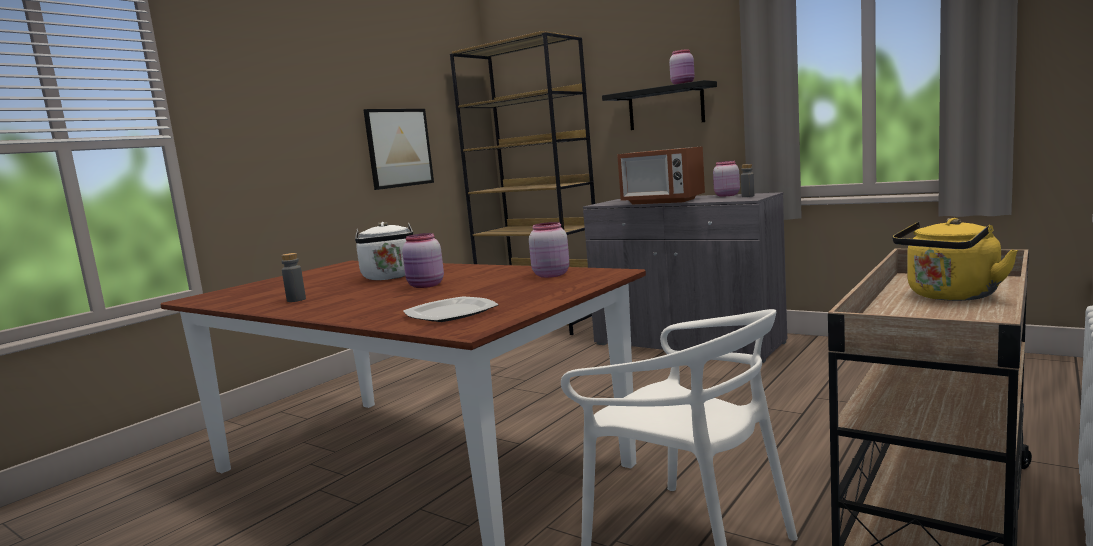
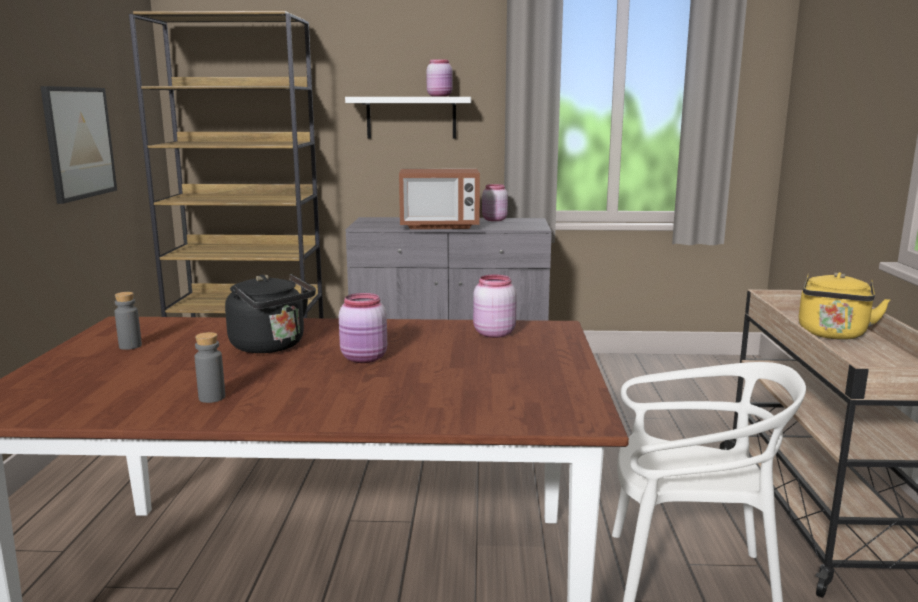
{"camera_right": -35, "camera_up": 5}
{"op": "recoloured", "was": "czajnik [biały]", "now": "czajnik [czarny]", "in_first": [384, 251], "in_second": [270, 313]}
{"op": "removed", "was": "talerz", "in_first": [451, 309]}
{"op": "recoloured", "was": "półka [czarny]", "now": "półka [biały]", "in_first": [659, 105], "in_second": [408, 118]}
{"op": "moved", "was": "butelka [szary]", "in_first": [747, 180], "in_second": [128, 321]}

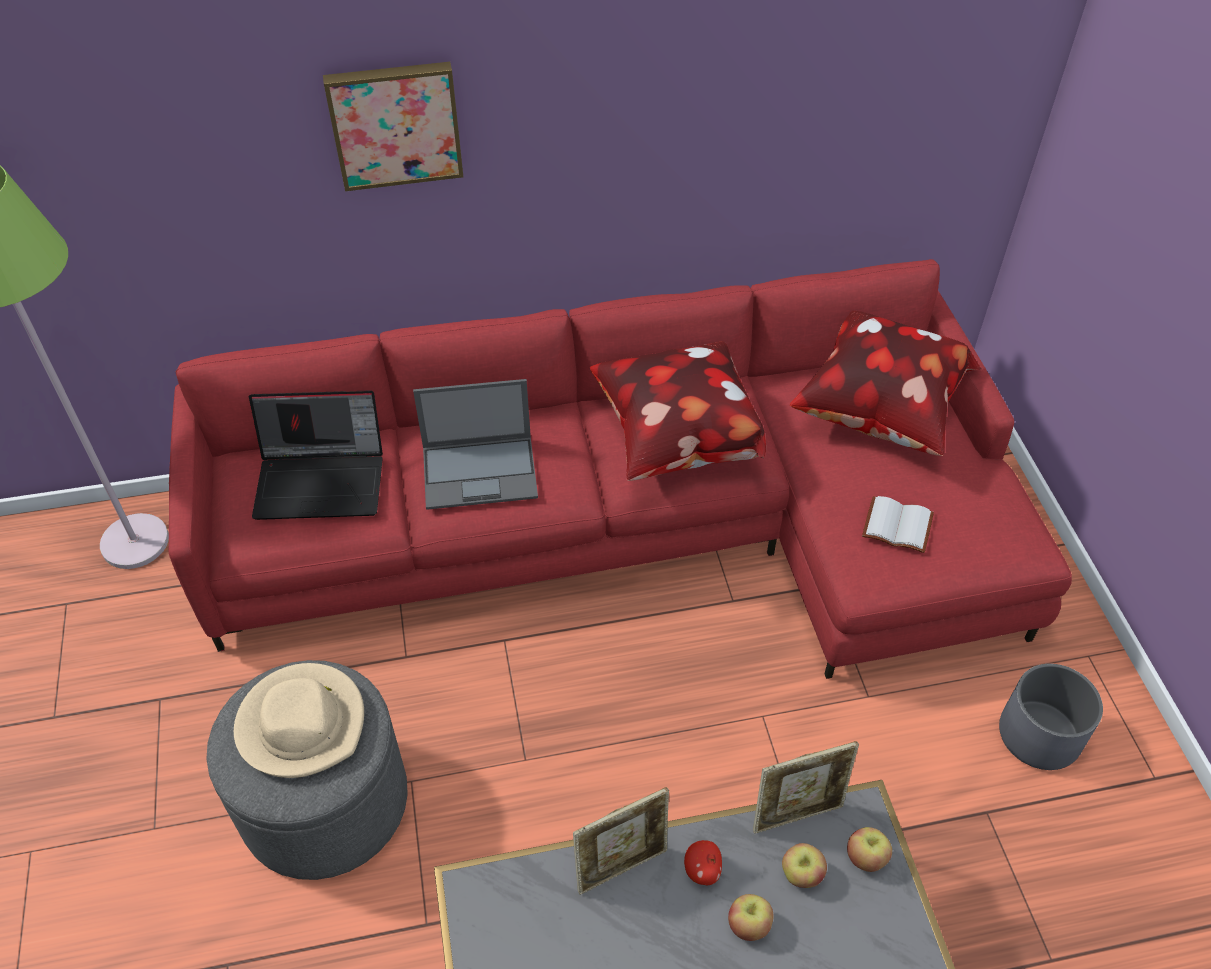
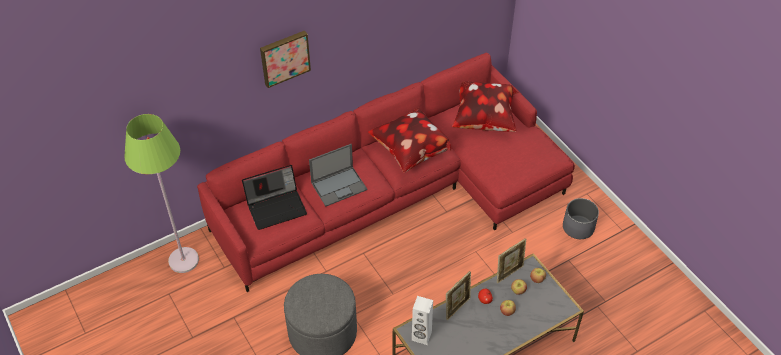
{"camera_right": -20, "camera_up": 0}
{"op": "removed", "was": "kapelusz [beżowy]", "in_first": [299, 720]}
{"op": "removed", "was": "książka [biały]", "in_first": [898, 524]}
{"op": "added", "now": "głośnik [biały]", "in_second": [422, 320]}

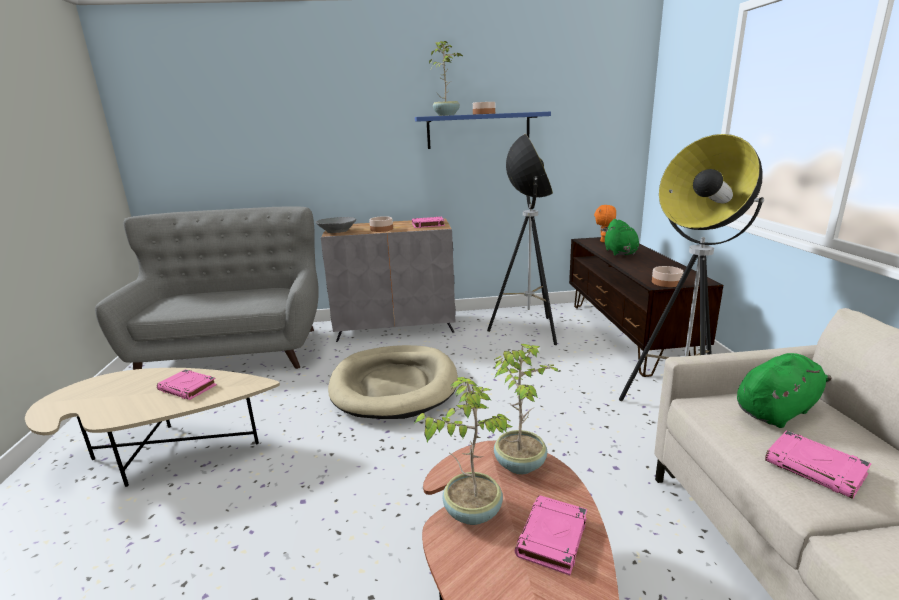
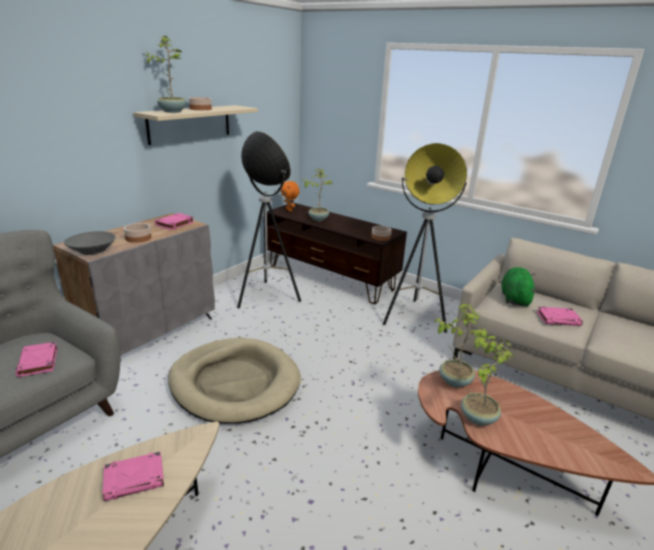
{"camera_right": -50, "camera_up": 5}
{"op": "recoloured", "was": "półka [niebieski]", "now": "półka [beżowy]", "in_first": [483, 130], "in_second": [195, 125]}
{"op": "moved", "was": "książka [różowy]", "in_first": [551, 535], "in_second": [37, 359]}
{"op": "replaced", "was": "pluszak [zielony]", "now": "roślina doniczkowa", "in_first": [621, 237], "in_second": [317, 195]}

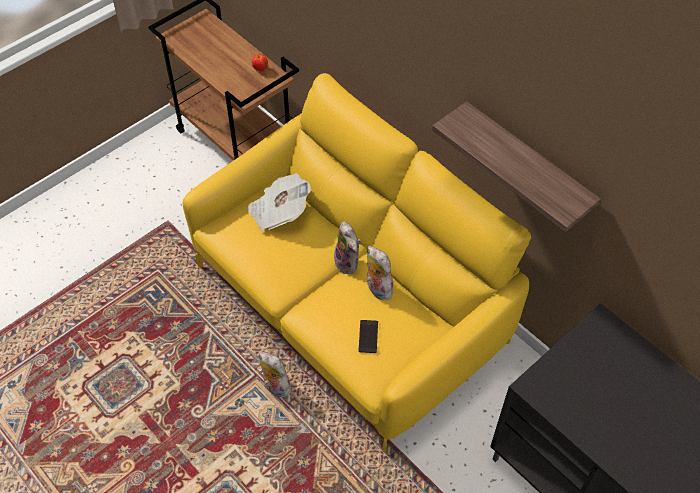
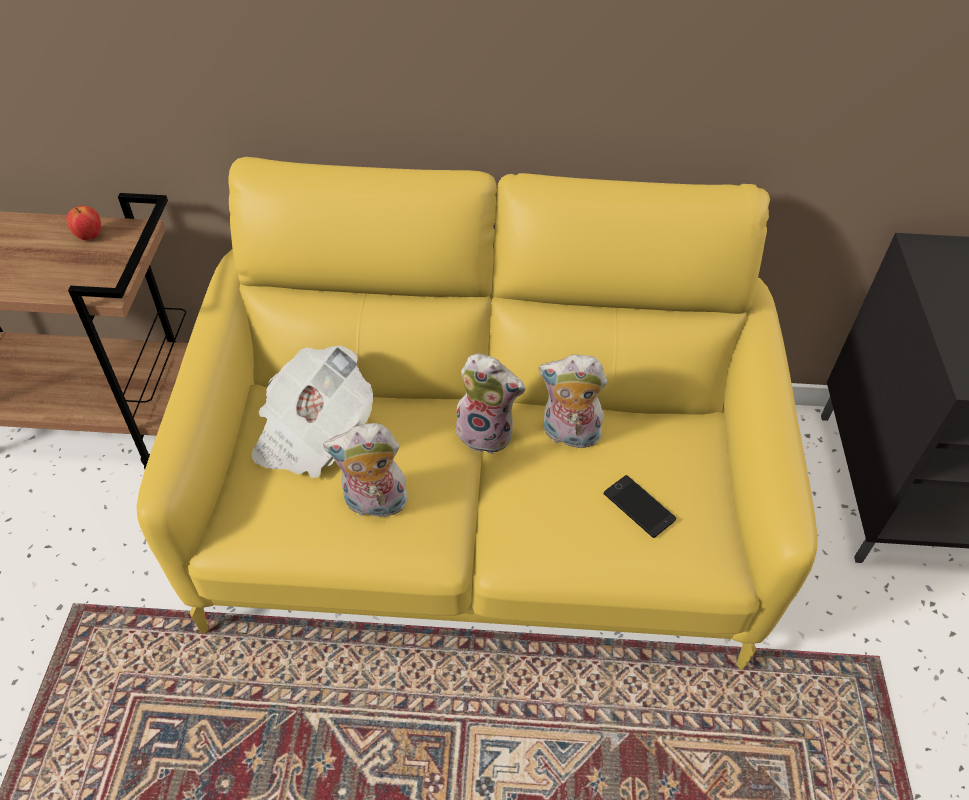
{"camera_right": -45, "camera_up": -5}
{"op": "moved", "was": "pluszak", "in_first": [275, 374], "in_second": [367, 470]}
{"op": "removed", "was": "półka", "in_first": [516, 166]}

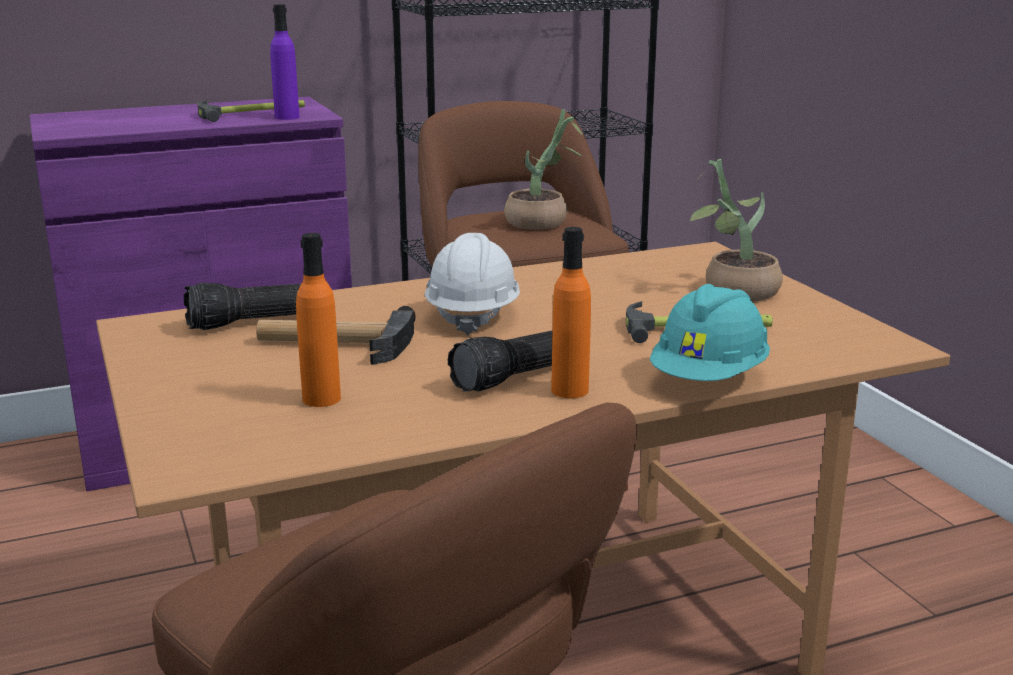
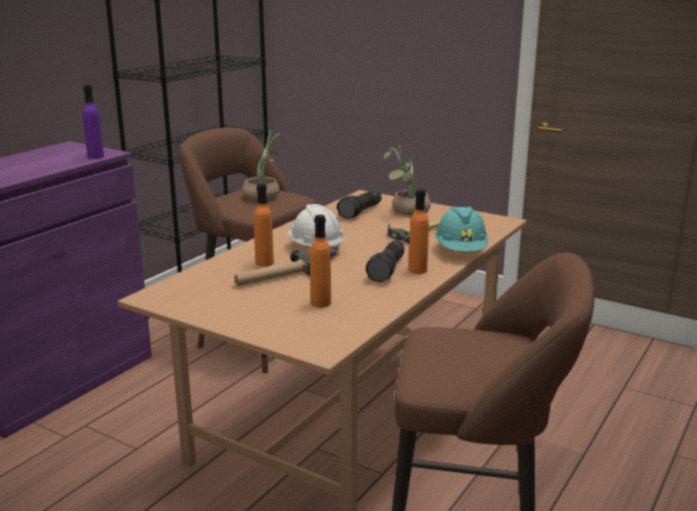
{"camera_right": -35, "camera_up": 0}
{"op": "moved", "was": "latarka", "in_first": [242, 306], "in_second": [359, 204]}
{"op": "removed", "was": "młotek", "in_first": [251, 111]}
{"op": "added", "now": "butelka [pomarańczowy]", "in_second": [264, 225]}

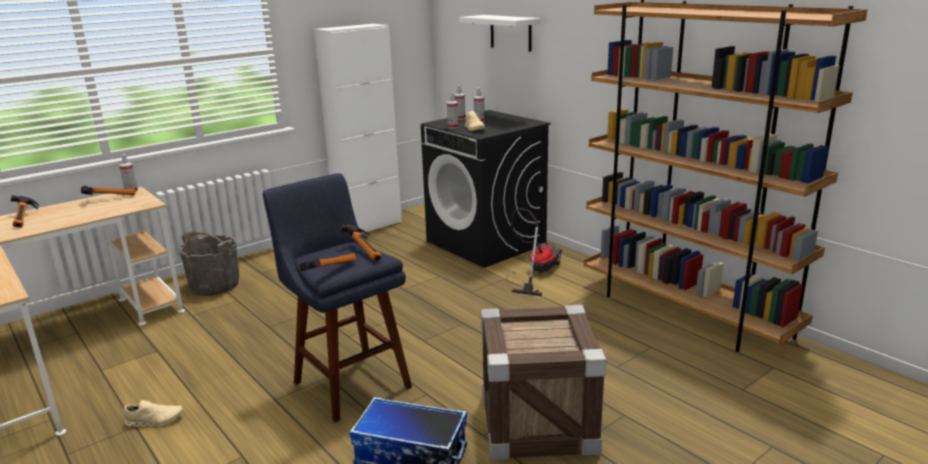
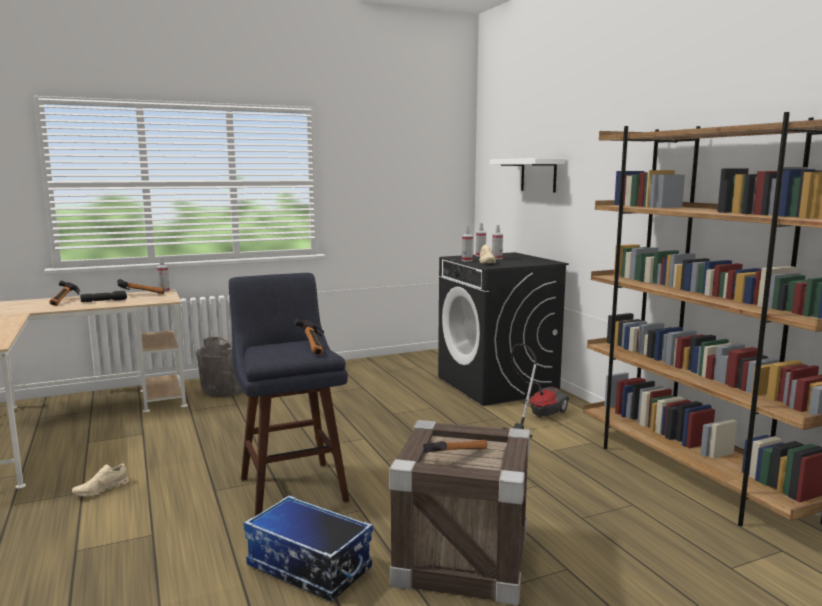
{"camera_right": 15, "camera_up": -10}
{"op": "turned", "was": "but [beżowy]", "in_first": [153, 413], "in_second": [100, 480], "clockwise": 120}
{"op": "moved", "was": "młotek", "in_first": [327, 262], "in_second": [455, 446]}
{"op": "removed", "was": "szafka [biały]", "in_first": [358, 128]}
{"op": "added", "now": "latarka [czarny]", "in_second": [103, 296]}

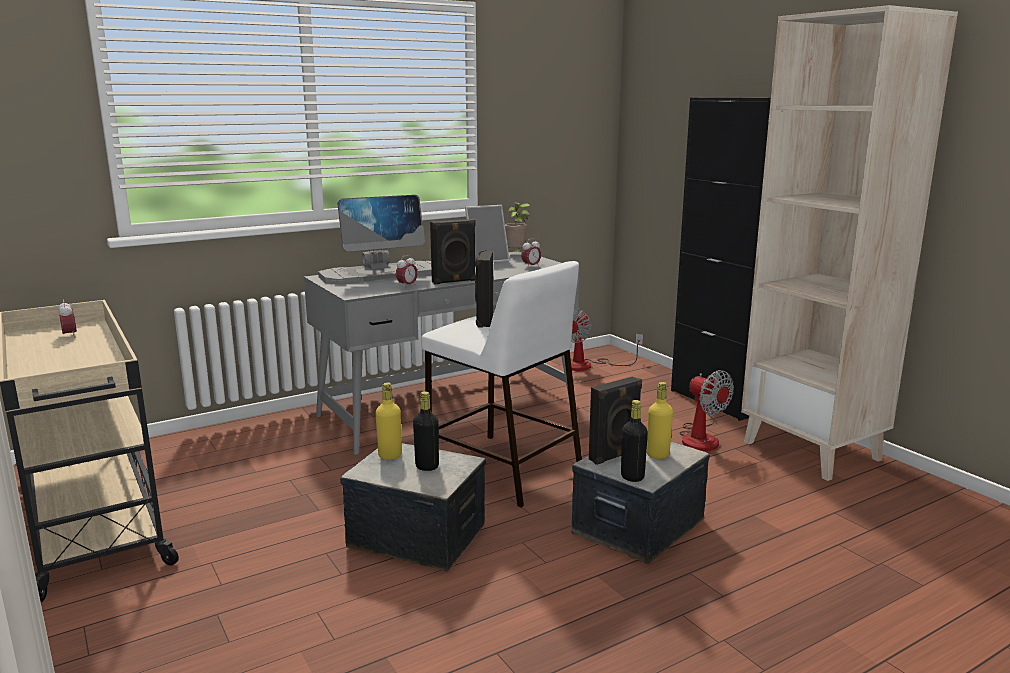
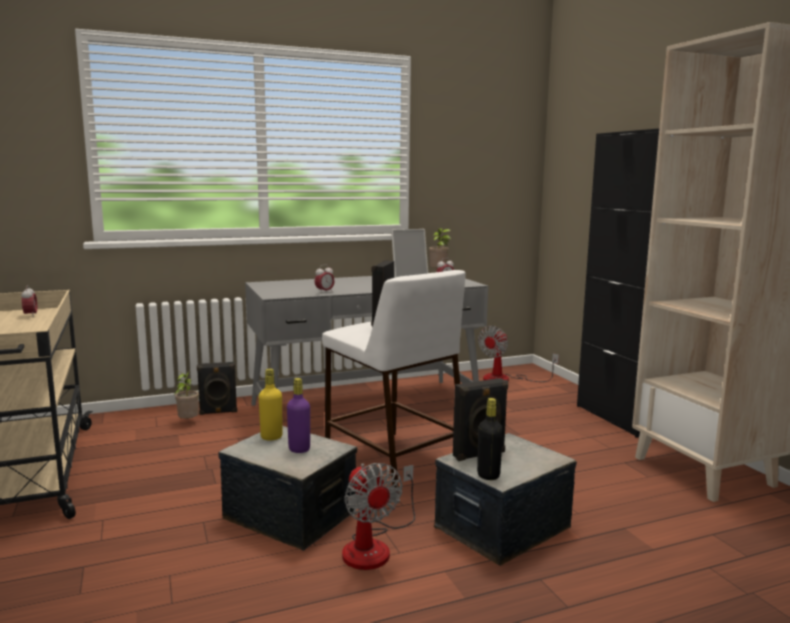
{"camera_right": 10, "camera_up": -5}
{"op": "removed", "was": "monitor", "in_first": [375, 240]}
{"op": "recoloured", "was": "butelka [czarny]", "now": "butelka [fioletowy]", "in_first": [426, 431], "in_second": [298, 415]}
{"op": "moved", "was": "głośnik [czarny]", "in_first": [453, 251], "in_second": [217, 388]}
{"op": "removed", "was": "butelka [żółty]", "in_first": [660, 420]}
{"op": "moved", "was": "wentylator", "in_first": [706, 410], "in_second": [378, 516]}
{"op": "added", "now": "roślina doniczkowa", "in_second": [186, 394]}

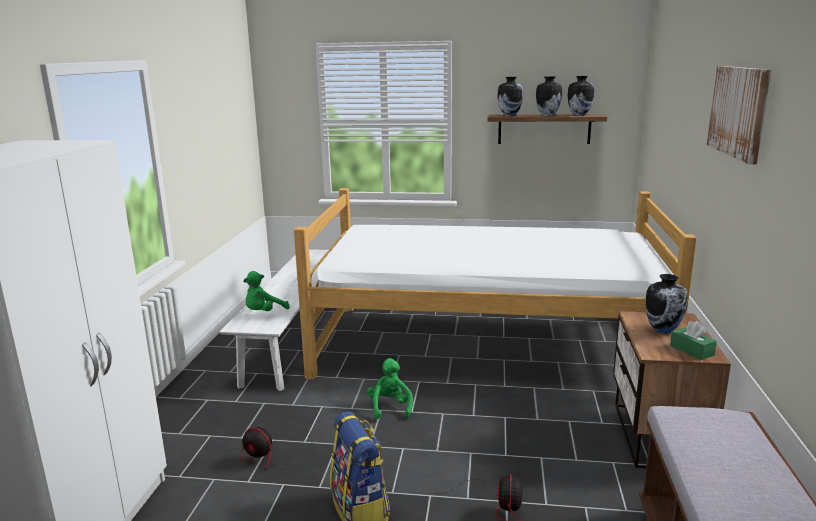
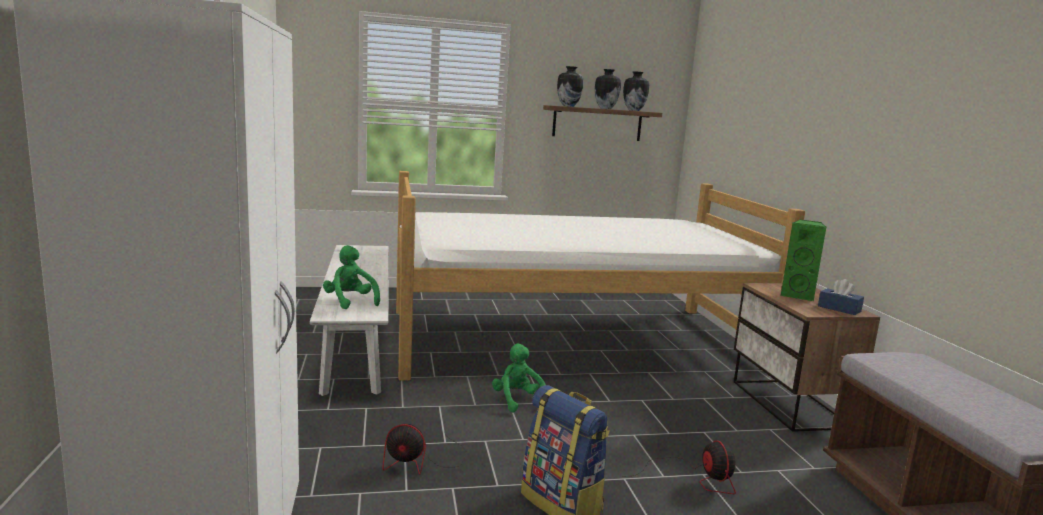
{"camera_right": -20, "camera_up": -5}
{"op": "turned", "was": "pluszak [zielony]", "in_first": [266, 291], "in_second": [351, 277], "clockwise": 120}
{"op": "replaced", "was": "wazon", "now": "głośnik [zielony]", "in_first": [666, 304], "in_second": [803, 260]}
{"op": "recoloured", "was": "pudełko chusteczek [zielony]", "now": "pudełko chusteczek [niebieski]", "in_first": [693, 340], "in_second": [841, 297]}
{"op": "removed", "was": "obraz", "in_first": [739, 115]}

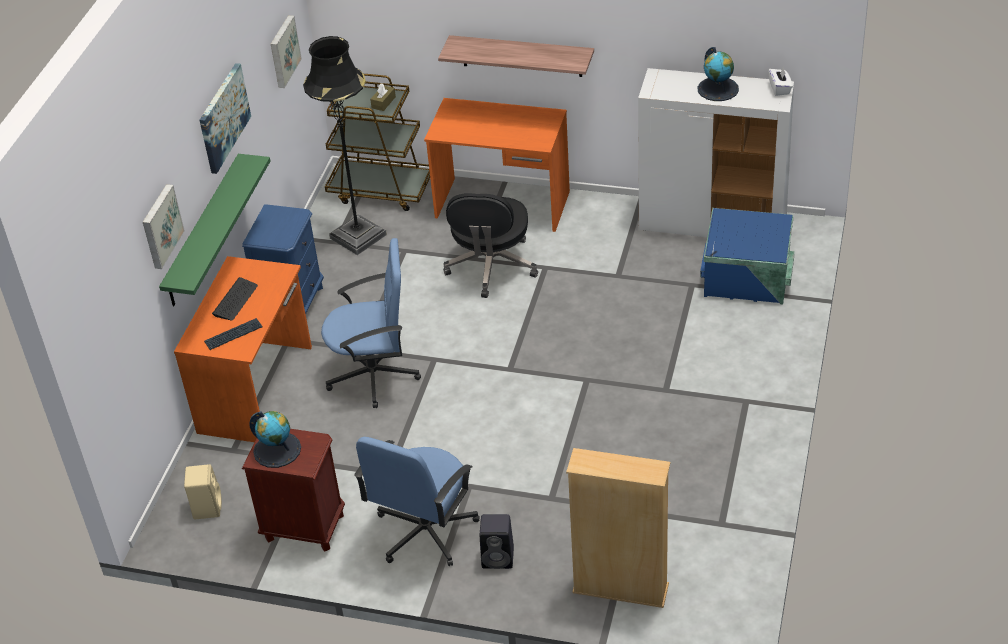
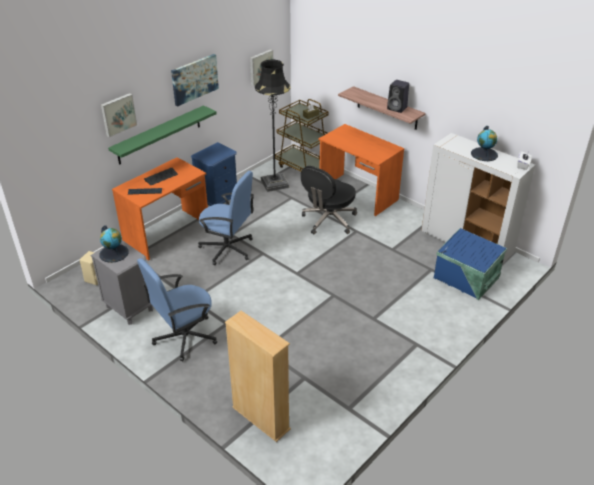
{"camera_right": 25, "camera_up": -5}
{"op": "recoloured", "was": "szafka nocna [brązowy]", "now": "szafka nocna [szary]", "in_first": [293, 490], "in_second": [122, 282]}
{"op": "moved", "was": "głośnik [czarny]", "in_first": [497, 541], "in_second": [398, 96]}

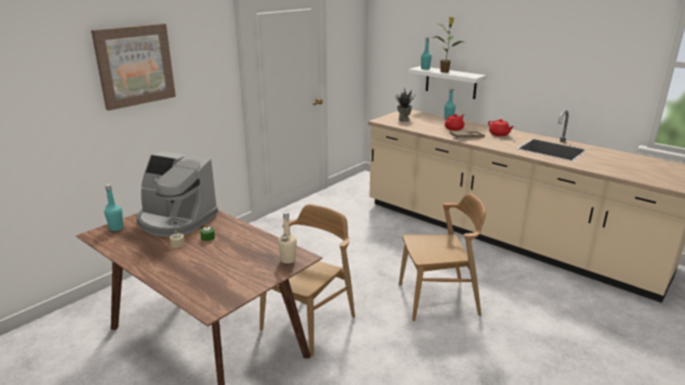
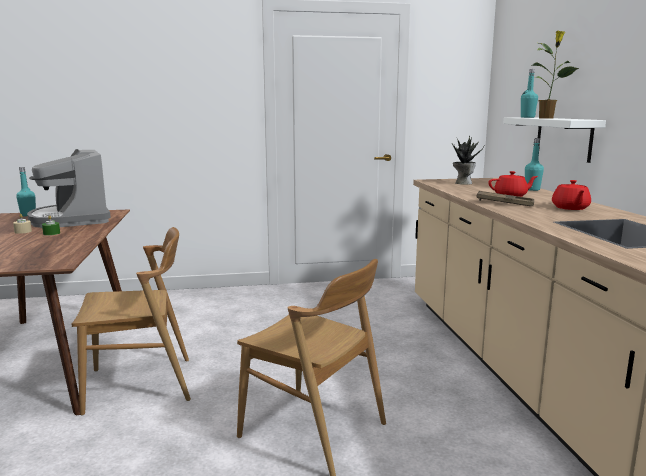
{"camera_right": 40, "camera_up": -10}
{"op": "removed", "was": "obraz", "in_first": [133, 67]}
{"op": "removed", "was": "butelka [beżowy]", "in_first": [287, 238]}

